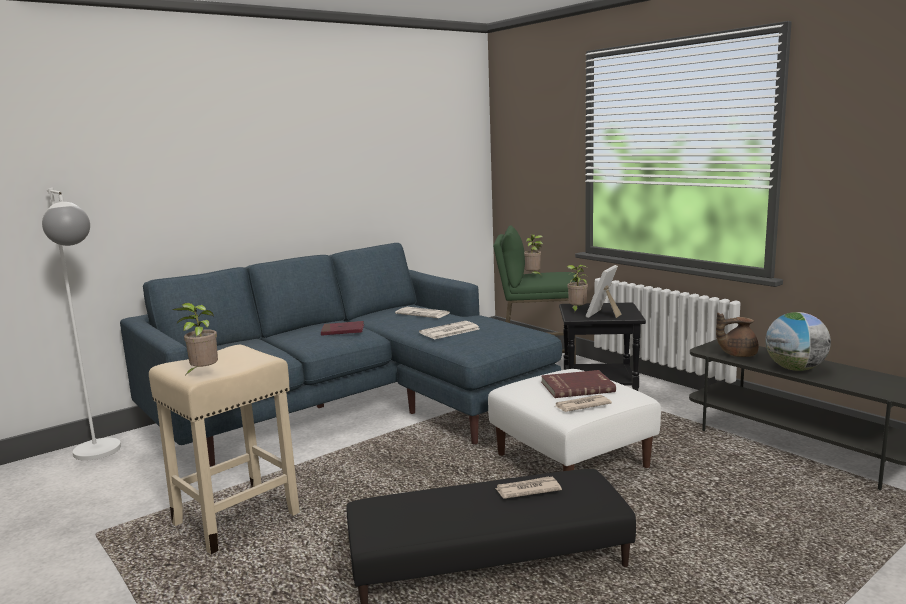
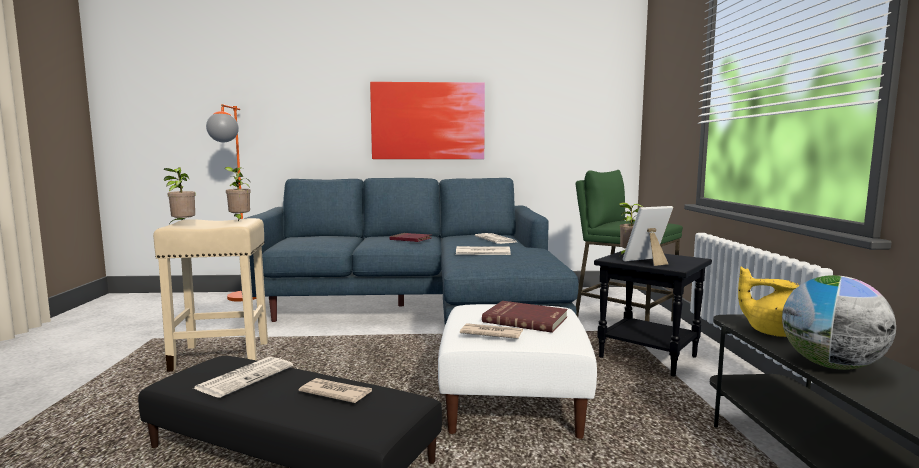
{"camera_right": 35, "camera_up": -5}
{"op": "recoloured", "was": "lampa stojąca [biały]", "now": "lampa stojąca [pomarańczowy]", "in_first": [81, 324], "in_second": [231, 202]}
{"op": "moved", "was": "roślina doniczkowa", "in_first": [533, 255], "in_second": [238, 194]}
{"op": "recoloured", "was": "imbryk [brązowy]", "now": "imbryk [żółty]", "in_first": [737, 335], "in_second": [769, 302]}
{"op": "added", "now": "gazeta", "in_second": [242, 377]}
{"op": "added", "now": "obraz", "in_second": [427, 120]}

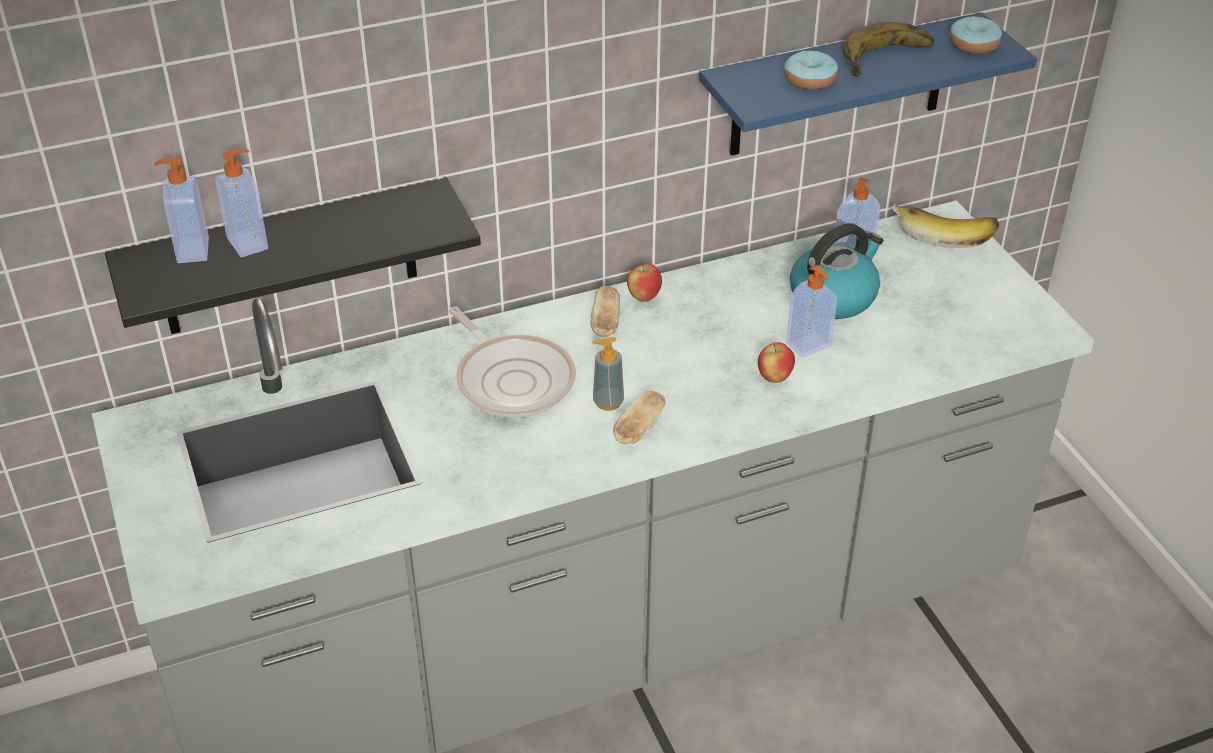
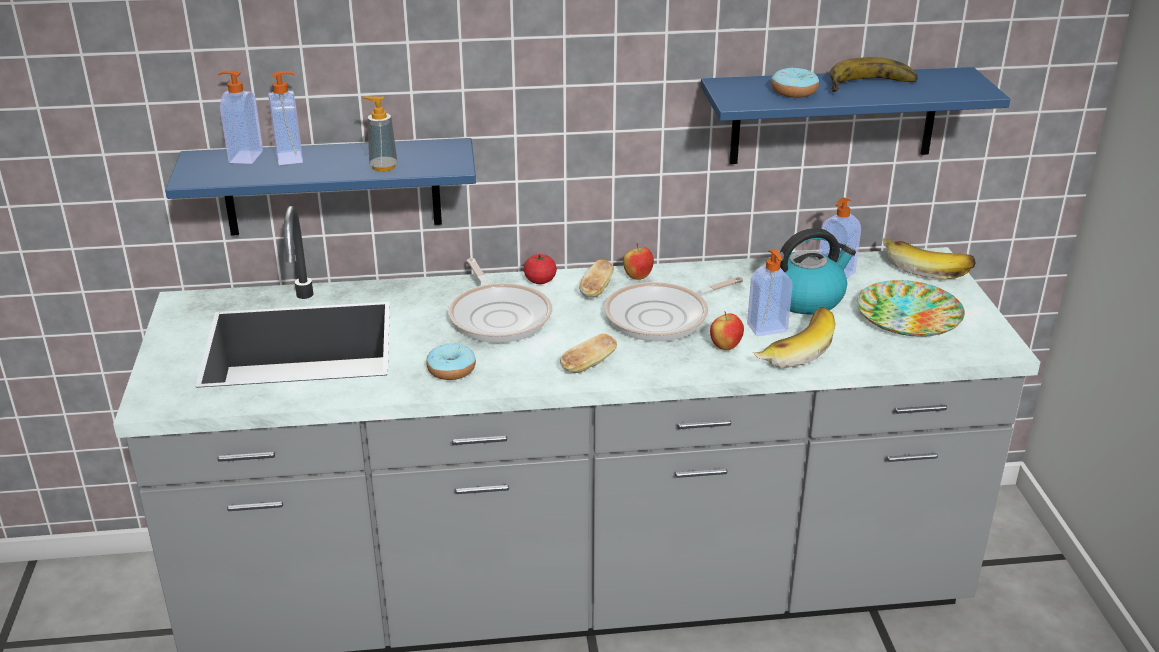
{"camera_right": 15, "camera_up": -10}
{"op": "recoloured", "was": "półka [czarny]", "now": "półka [niebieski]", "in_first": [293, 256], "in_second": [320, 187]}
{"op": "moved", "was": "dozownik mydła", "in_first": [608, 374], "in_second": [380, 134]}
{"op": "moved", "was": "donut", "in_first": [976, 35], "in_second": [451, 361]}
{"op": "added", "now": "pomidor", "in_second": [540, 269]}
{"op": "added", "now": "patelnia", "in_second": [673, 309]}
{"op": "added", "now": "banan", "in_second": [793, 337]}
{"op": "added", "now": "talerz", "in_second": [911, 308]}

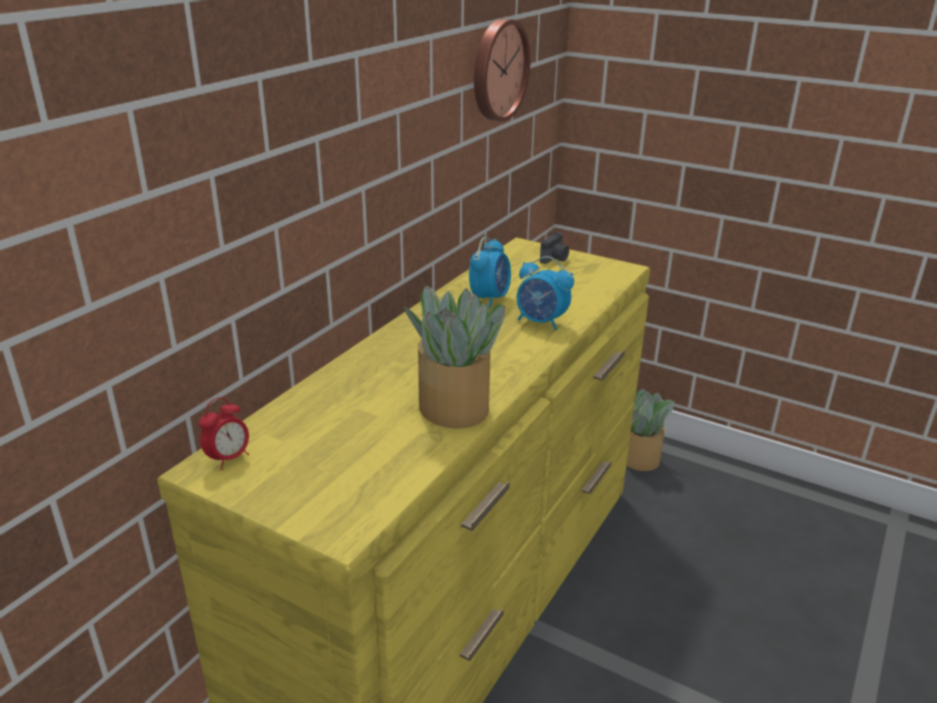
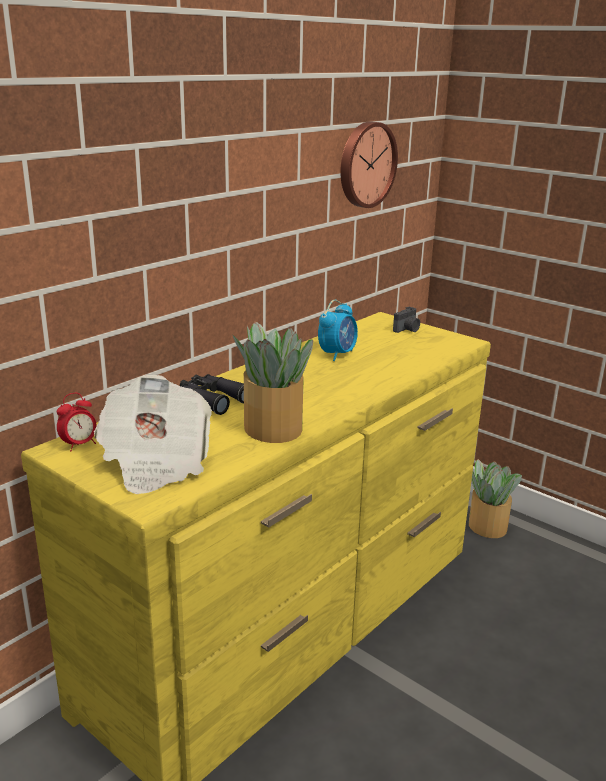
{"camera_right": 10, "camera_up": -5}
{"op": "removed", "was": "budzik", "in_first": [545, 293]}
{"op": "added", "now": "gazeta", "in_second": [153, 434]}
{"op": "added", "now": "lornetka [czarny]", "in_second": [212, 394]}

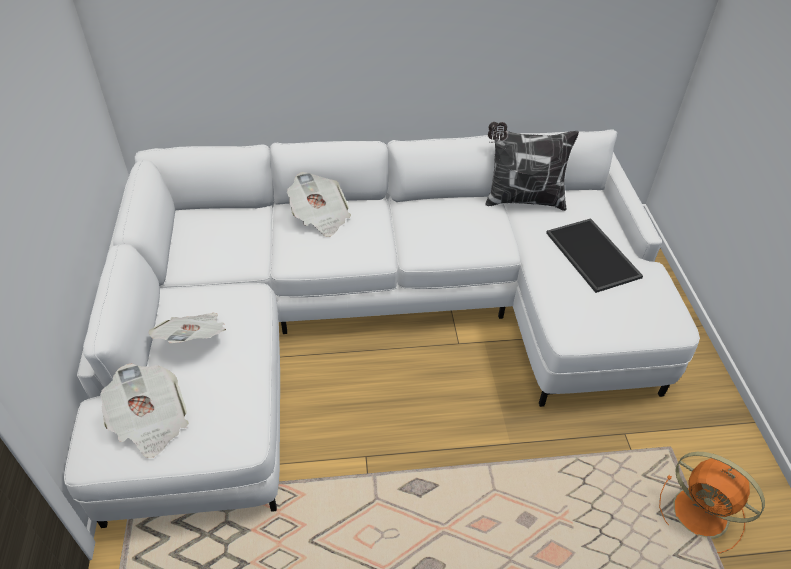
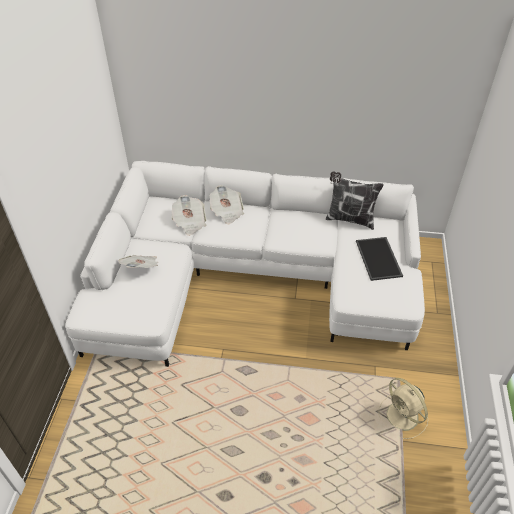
{"camera_right": 15, "camera_up": 0}
{"op": "moved", "was": "gazeta", "in_first": [144, 410], "in_second": [188, 215]}
{"op": "recoloured", "was": "wentylator [pomarańczowy]", "now": "wentylator [beżowy]", "in_first": [712, 502], "in_second": [403, 408]}

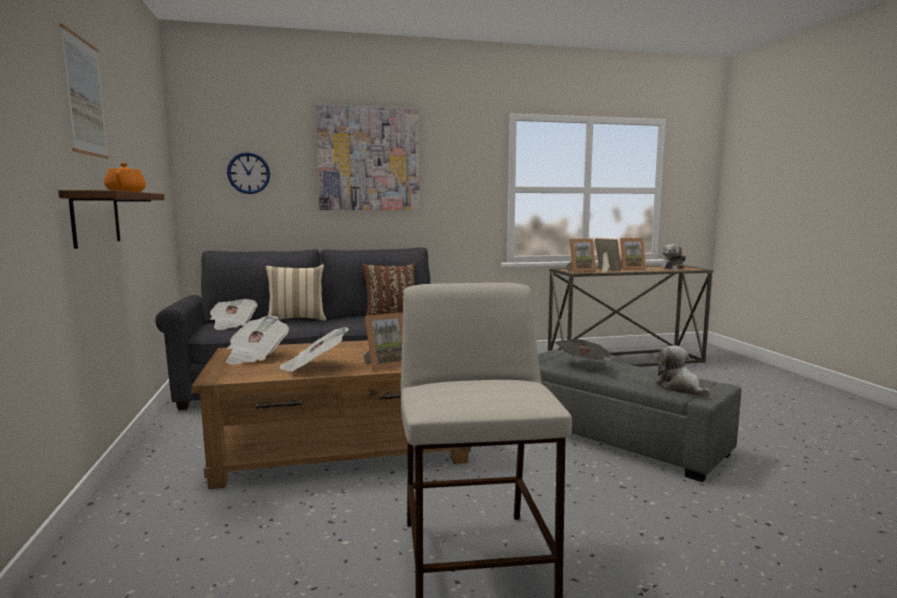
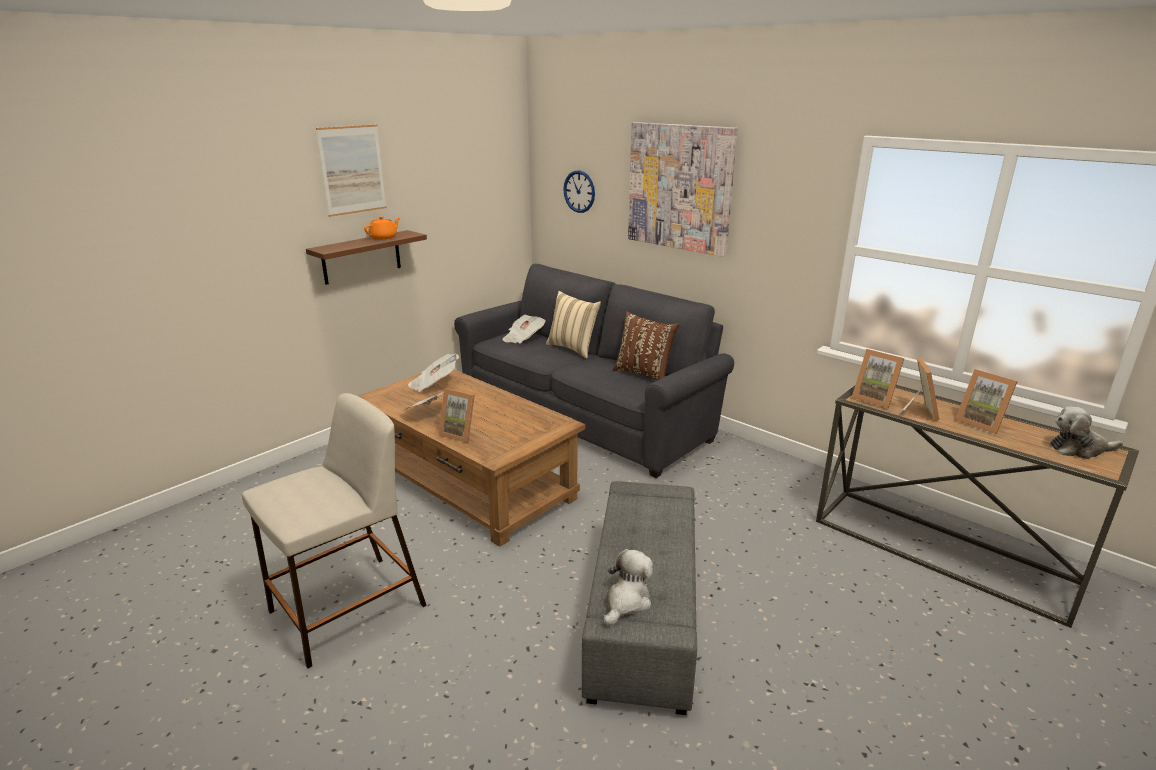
{"camera_right": 55, "camera_up": 15}
{"op": "removed", "was": "gazeta", "in_first": [583, 349]}

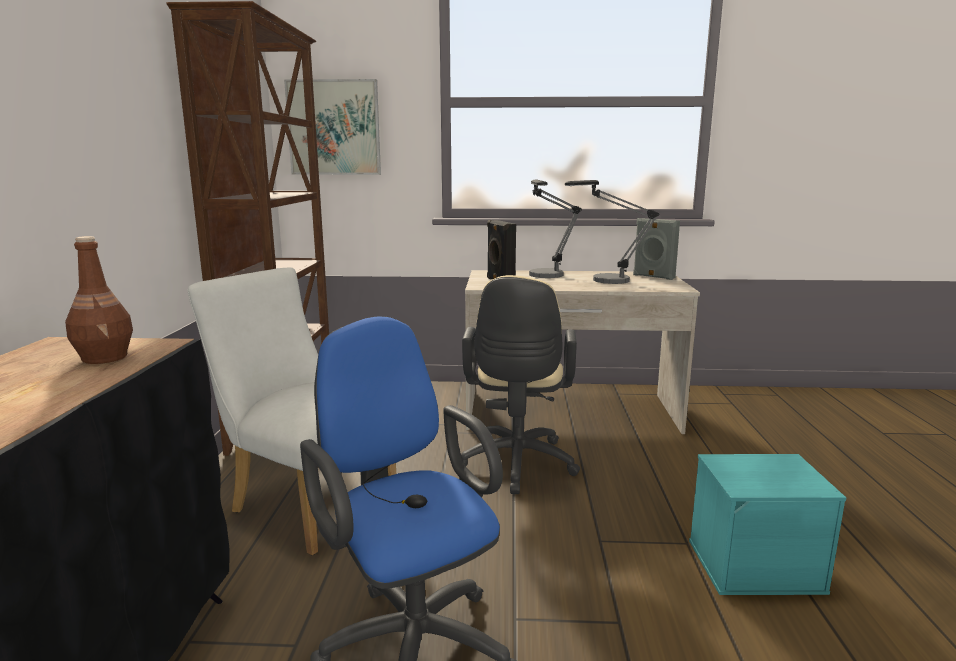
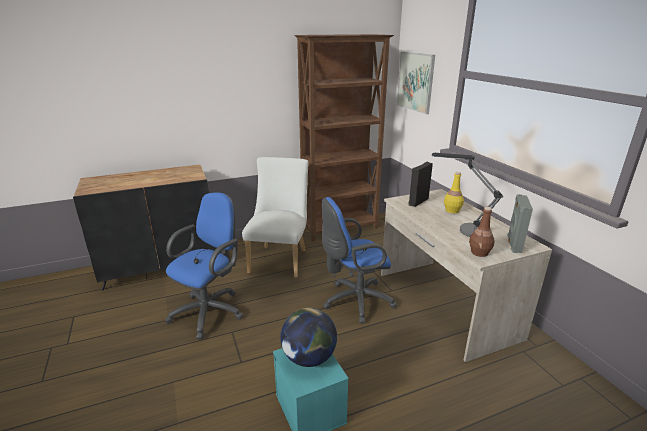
{"camera_right": 65, "camera_up": 10}
{"op": "moved", "was": "butelka [brązowy]", "in_first": [99, 300], "in_second": [482, 232]}
{"op": "recoloured", "was": "krzesło biurowe [beżowy]", "now": "krzesło biurowe [niebieski]", "in_first": [520, 384], "in_second": [359, 260]}
{"op": "replaced", "was": "lampa stołowa", "now": "butelka [żółty]", "in_first": [555, 228], "in_second": [454, 192]}
{"op": "added", "now": "globus", "in_second": [308, 337]}

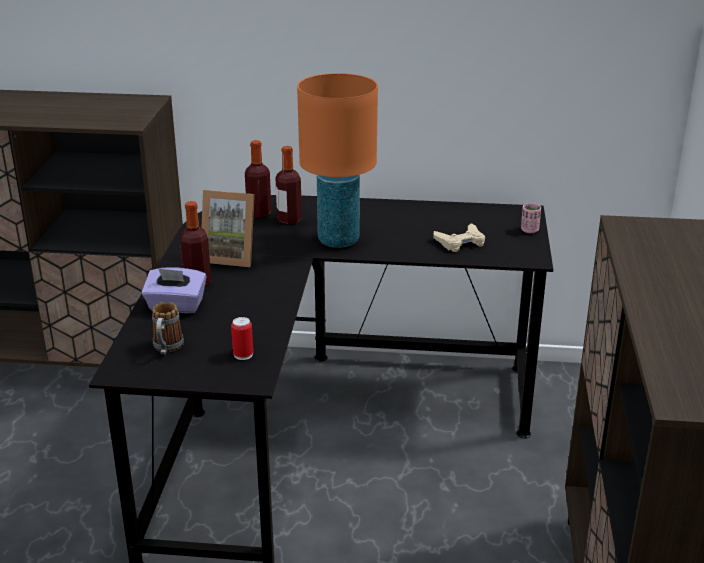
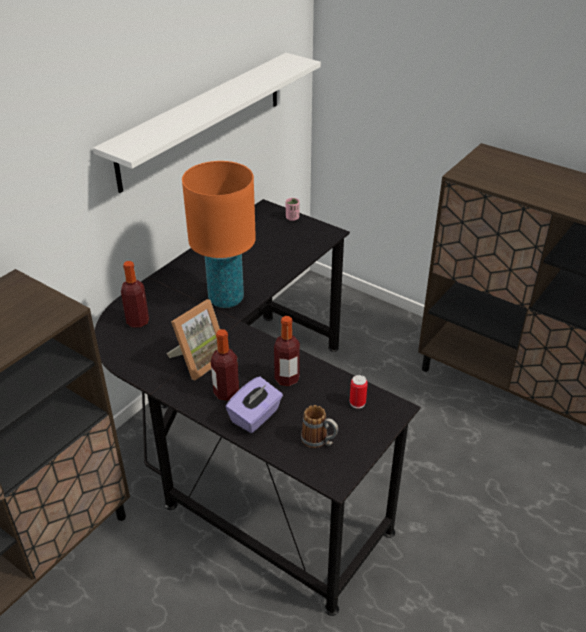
{"camera_right": -60, "camera_up": 10}
{"op": "moved", "was": "butelka", "in_first": [289, 185], "in_second": [287, 351]}
{"op": "removed", "was": "pad do gier [beżowy]", "in_first": [459, 237]}
{"op": "added", "now": "półka [biały]", "in_second": [207, 123]}

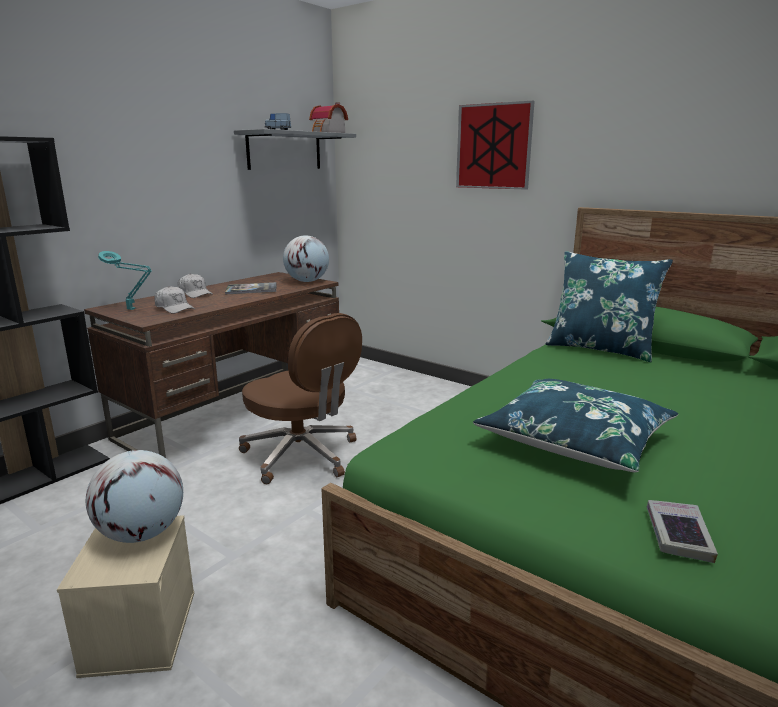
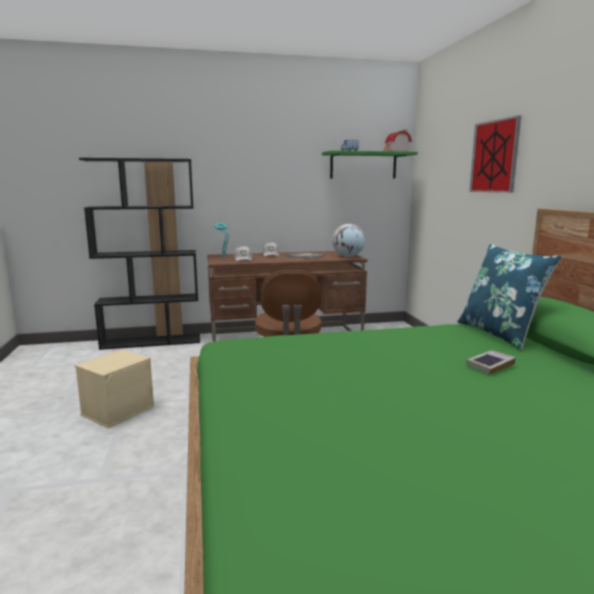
{"camera_right": 40, "camera_up": -5}
{"op": "removed", "was": "globus", "in_first": [134, 496]}
{"op": "recoloured", "was": "półka [szary]", "now": "półka [zielony]", "in_first": [295, 149], "in_second": [370, 164]}
{"op": "removed", "was": "poduszka [niebieski]", "in_first": [575, 425]}
{"op": "moved", "was": "książka", "in_first": [682, 531], "in_second": [491, 362]}

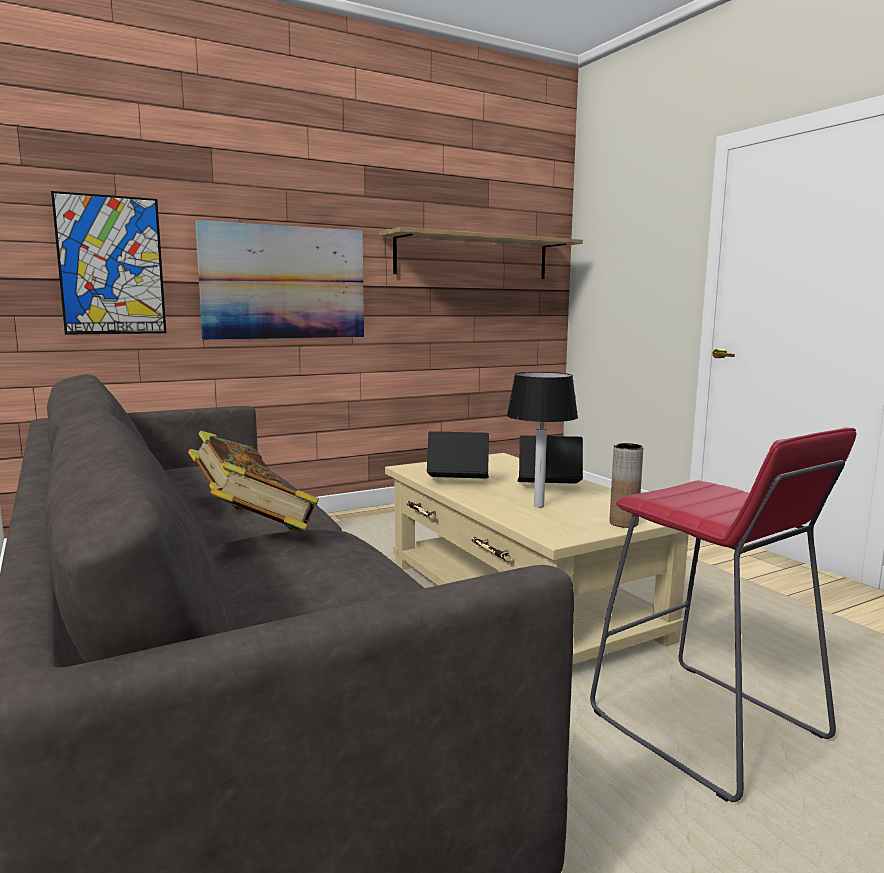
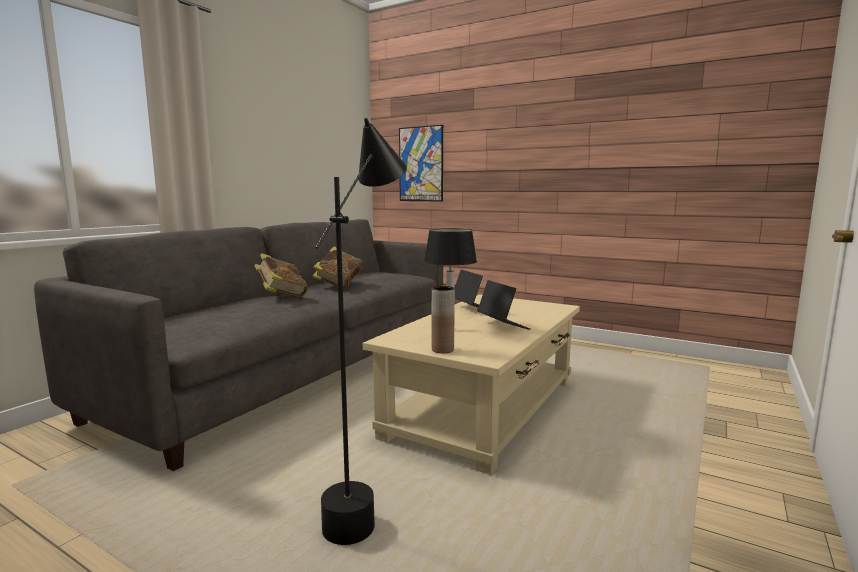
{"camera_right": 60, "camera_up": 0}
{"op": "removed", "was": "obraz", "in_first": [279, 280]}
{"op": "removed", "was": "półka", "in_first": [481, 253]}
{"op": "replaced", "was": "stołek [czerwony]", "now": "lampa stojąca [czarny]", "in_first": [723, 614], "in_second": [361, 331]}

